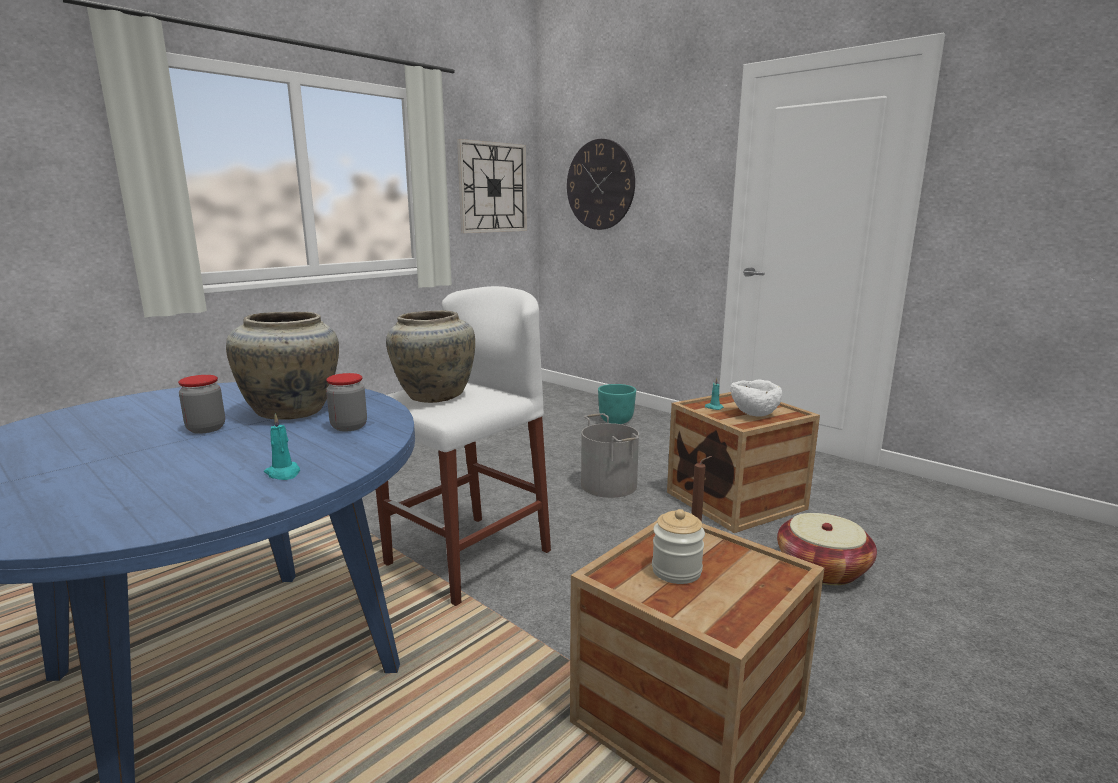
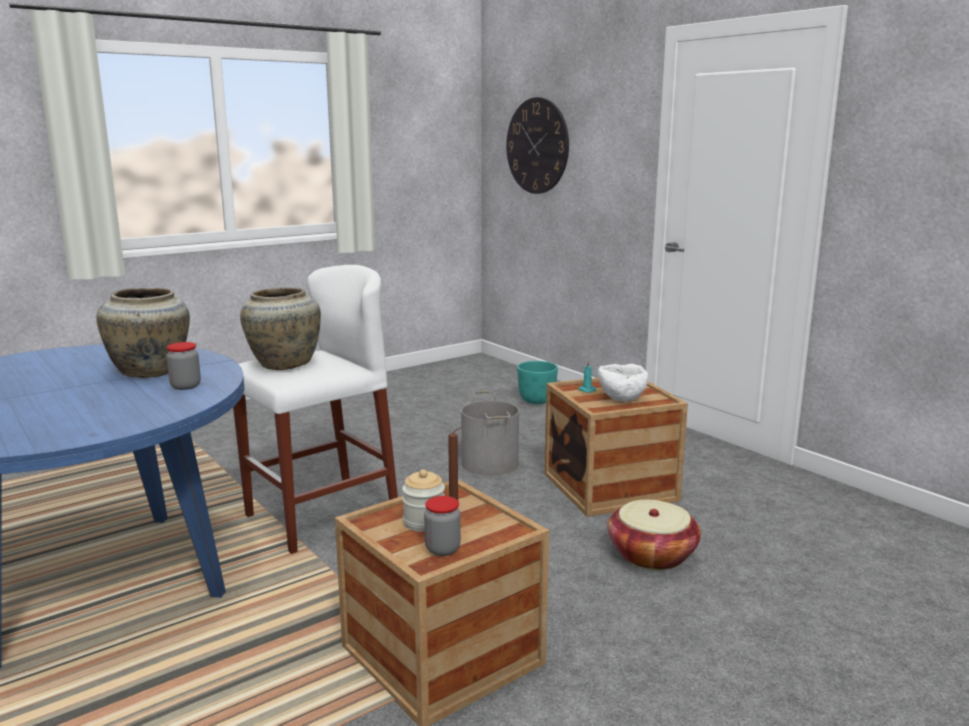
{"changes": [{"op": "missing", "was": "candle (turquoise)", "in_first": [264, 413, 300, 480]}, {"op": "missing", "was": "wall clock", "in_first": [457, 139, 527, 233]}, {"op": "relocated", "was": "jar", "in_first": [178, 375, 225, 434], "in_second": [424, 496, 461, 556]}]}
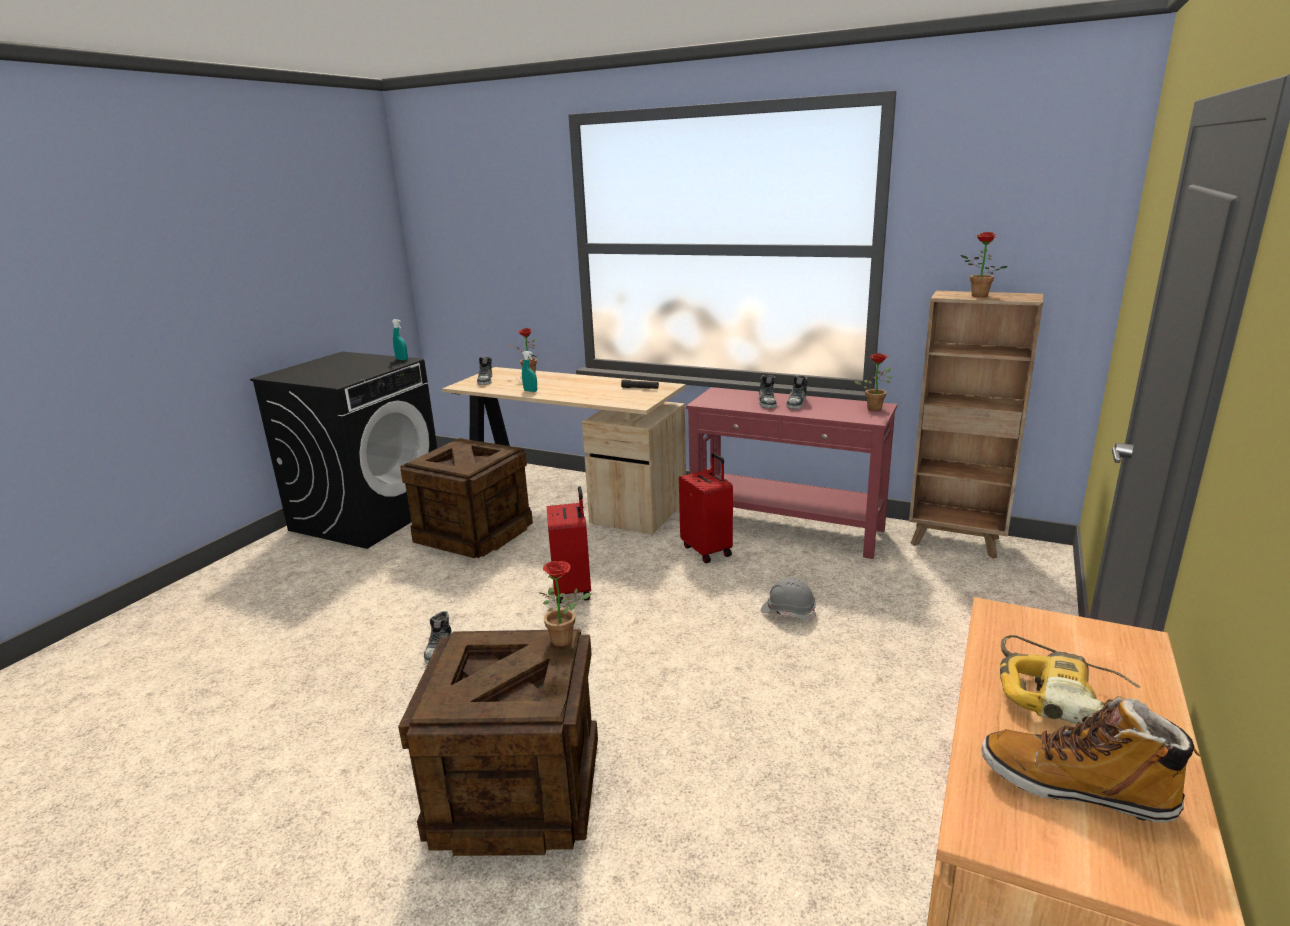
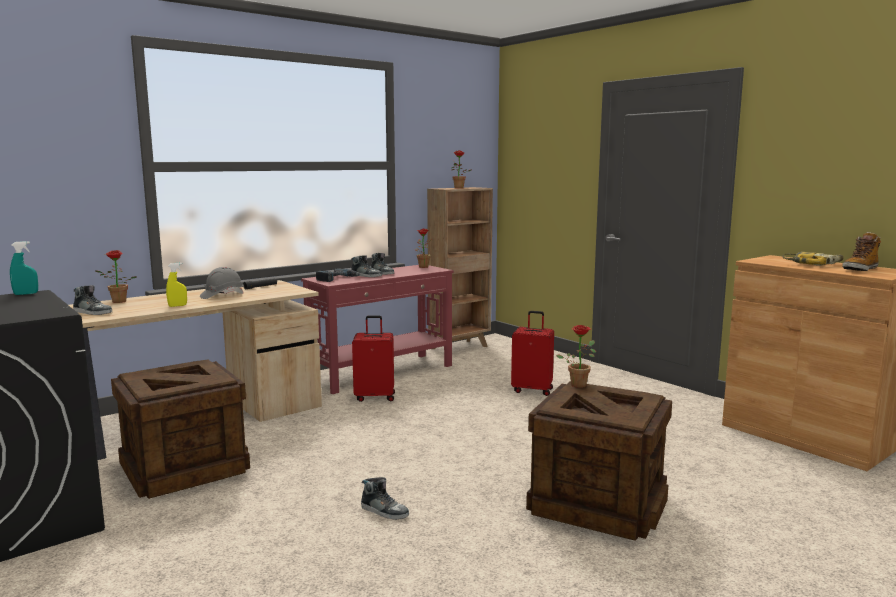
{"changes": [{"op": "appeared", "now": "power drill", "in_second": [316, 268, 360, 282]}, {"op": "relocated", "was": "suitcase (red)", "in_first": [547, 486, 591, 603], "in_second": [511, 311, 554, 396]}, {"op": "relocated", "was": "hard hat (grey)", "in_first": [761, 578, 816, 620], "in_second": [200, 267, 244, 299]}, {"op": "colour", "was": "spray bottle (turquoise)", "now": "spray bottle (yellow)", "in_first": [522, 351, 537, 392], "in_second": [166, 263, 187, 307]}]}
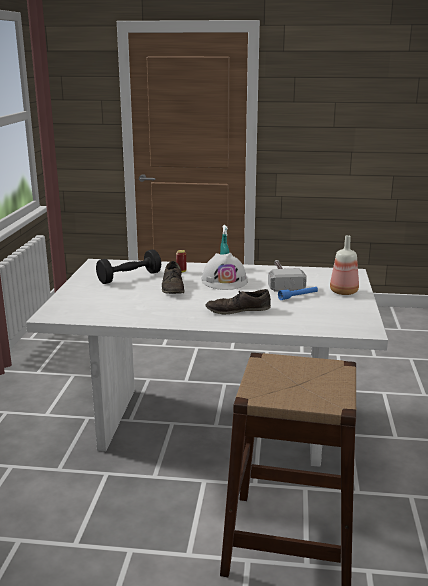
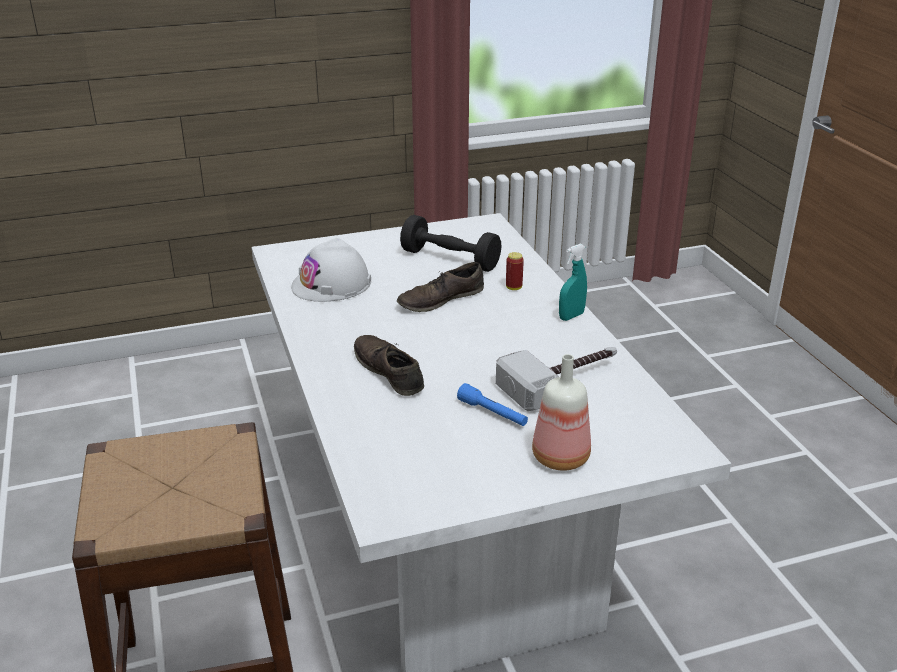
{"changes": [{"op": "relocated", "was": "hard hat (white)", "in_first": [201, 253, 248, 290], "in_second": [291, 238, 371, 302]}]}
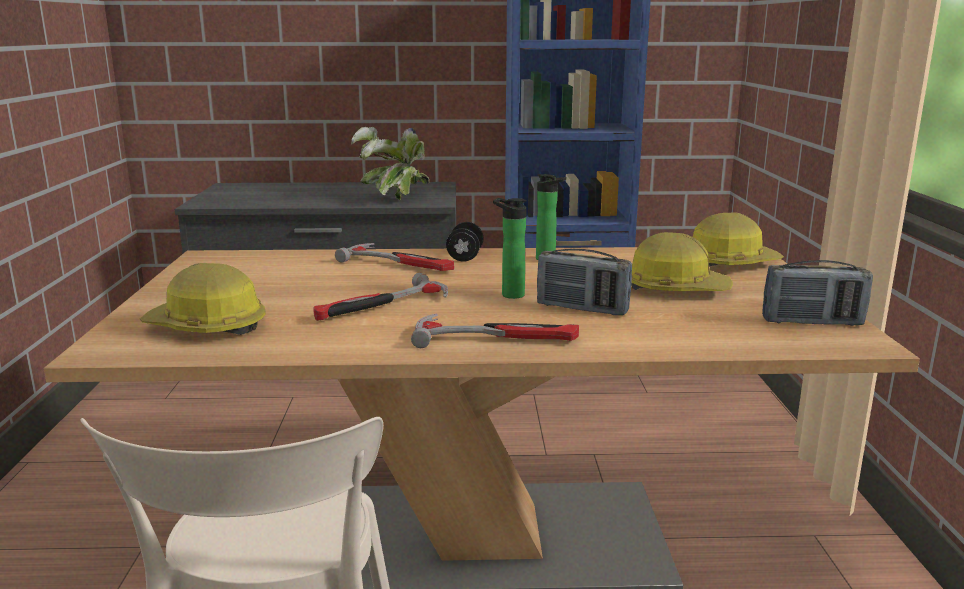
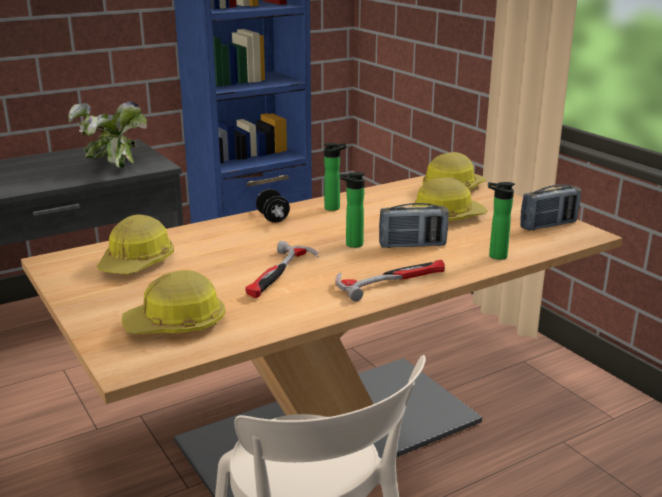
{"changes": [{"op": "missing", "was": "hammer", "in_first": [335, 243, 454, 271]}, {"op": "appeared", "now": "hard hat", "in_second": [97, 214, 174, 274]}, {"op": "appeared", "now": "bottle", "in_second": [488, 182, 515, 260]}]}
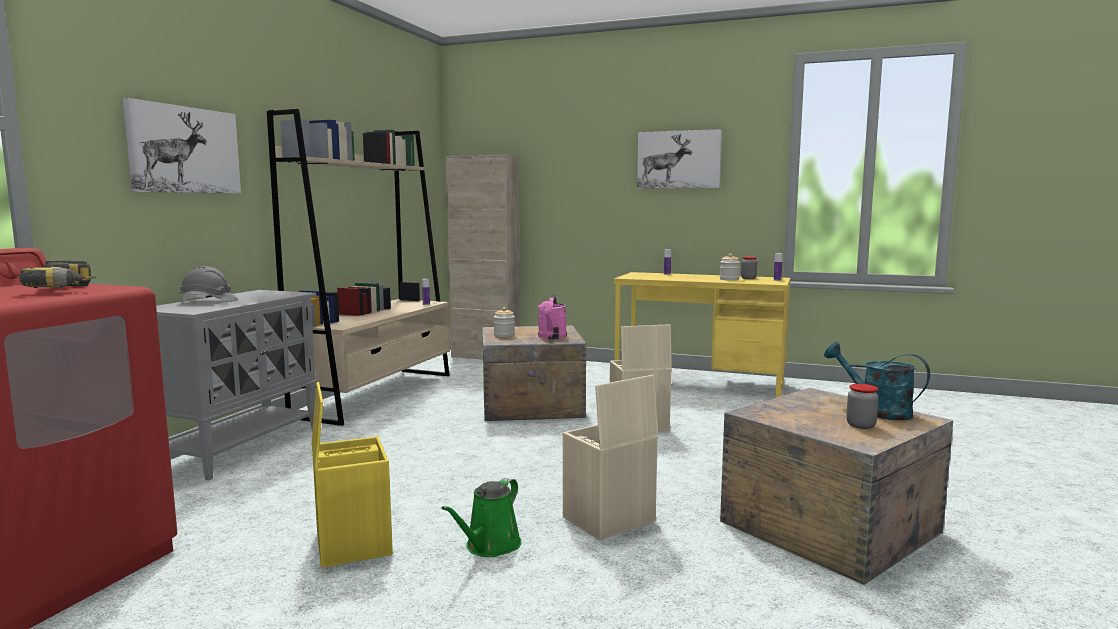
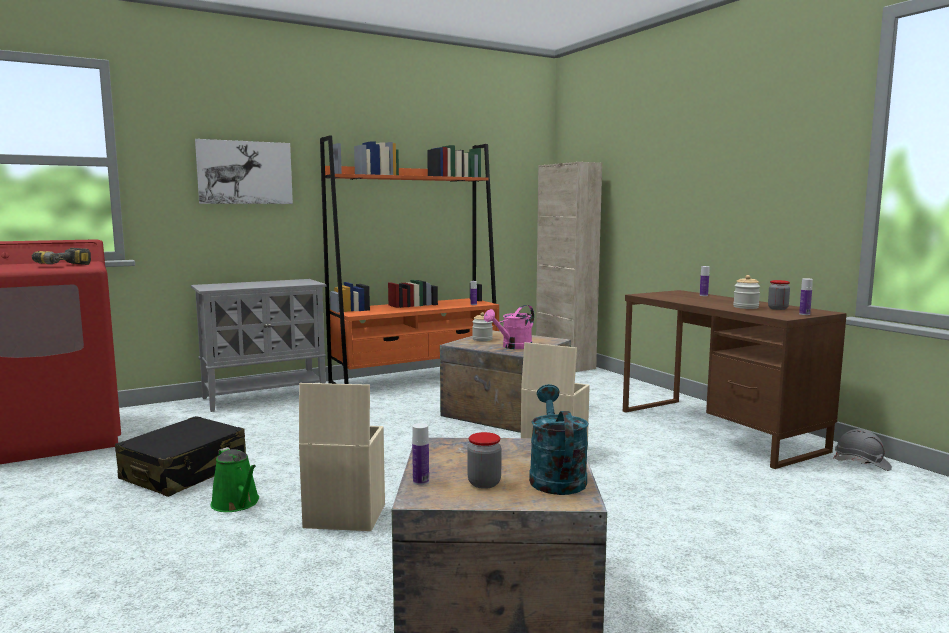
{"changes": [{"op": "missing", "was": "picture", "in_first": [637, 129, 722, 189]}, {"op": "appeared", "now": "bottle", "in_second": [412, 423, 429, 485]}, {"op": "relocated", "was": "hard hat (grey)", "in_first": [179, 266, 238, 302], "in_second": [834, 429, 892, 471]}, {"op": "exchanged", "was": "storage box (yellow)", "now": "suitcase (black)", "in_first": [311, 382, 393, 568], "in_second": [115, 416, 246, 497]}, {"op": "colour", "was": "bookcase (beige)", "now": "bookcase (orange)", "in_first": [267, 109, 450, 426], "in_second": [320, 135, 499, 384]}, {"op": "colour", "was": "desk (yellow)", "now": "desk (brown)", "in_first": [614, 272, 790, 398], "in_second": [623, 290, 847, 469]}, {"op": "spun", "was": "watering can (green)", "in_first": [441, 478, 522, 557], "in_second": [211, 447, 259, 512], "clockwise": -105}]}
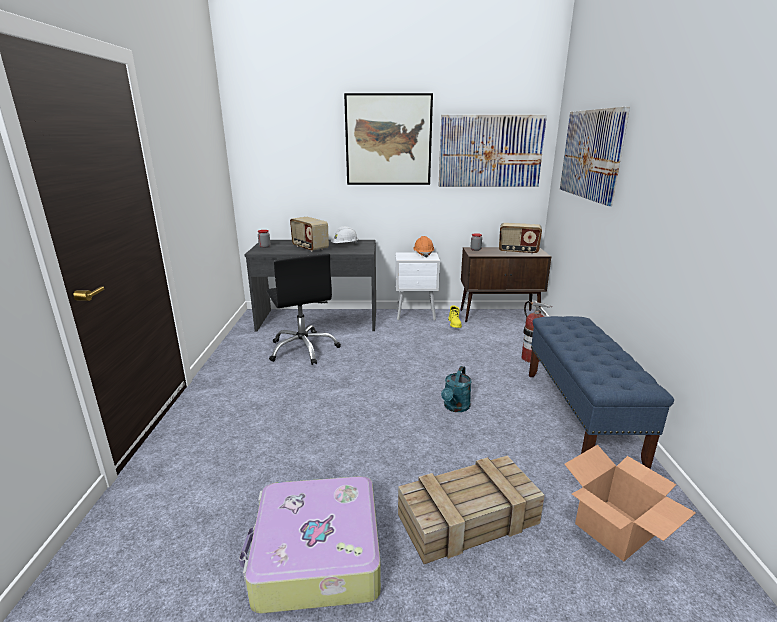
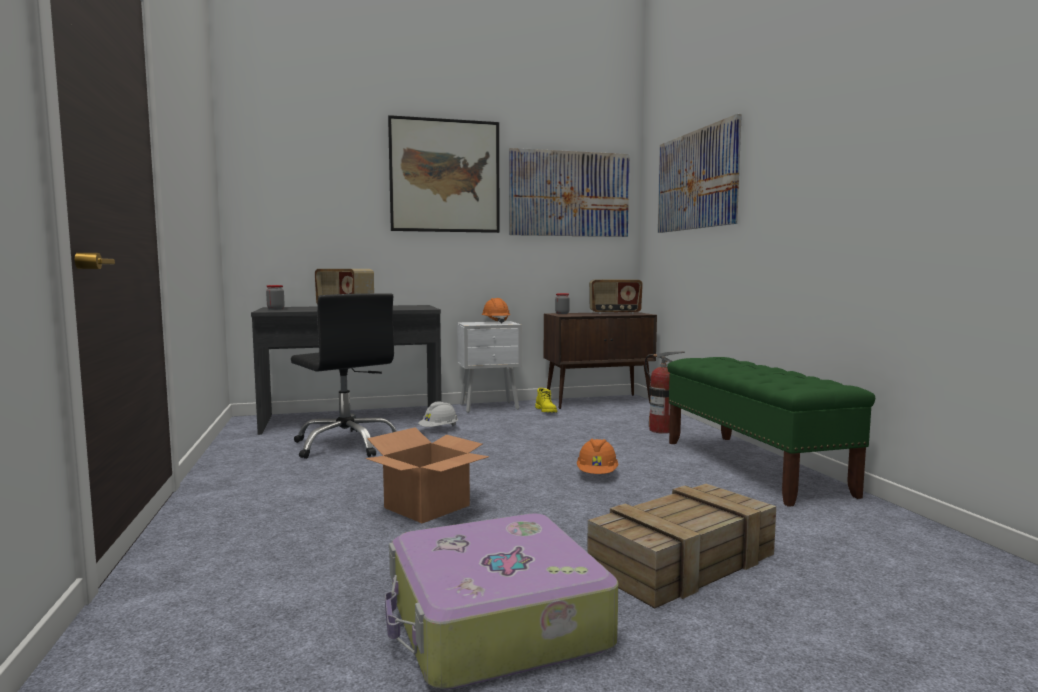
{"changes": [{"op": "relocated", "was": "hard hat (white)", "in_first": [331, 226, 358, 244], "in_second": [418, 401, 458, 427]}, {"op": "relocated", "was": "cardboard box", "in_first": [564, 445, 696, 562], "in_second": [365, 427, 489, 523]}, {"op": "exchanged", "was": "watering can (turquoise)", "now": "hard hat (orange)", "in_first": [441, 366, 472, 412], "in_second": [577, 439, 619, 474]}, {"op": "colour", "was": "bench (blue)", "now": "bench (green)", "in_first": [529, 316, 674, 469], "in_second": [667, 357, 875, 507]}]}
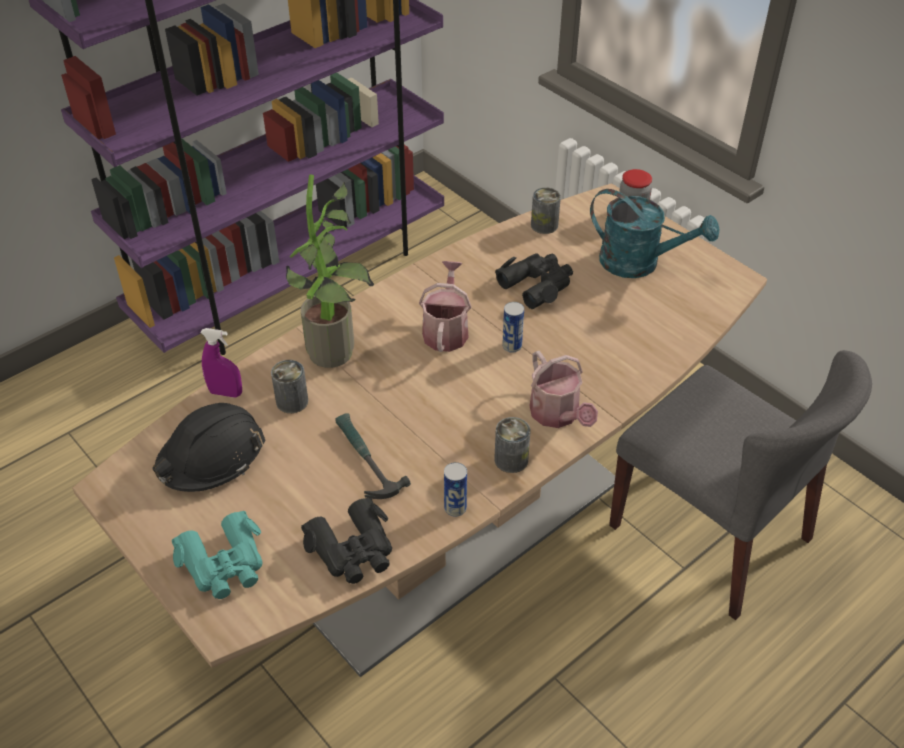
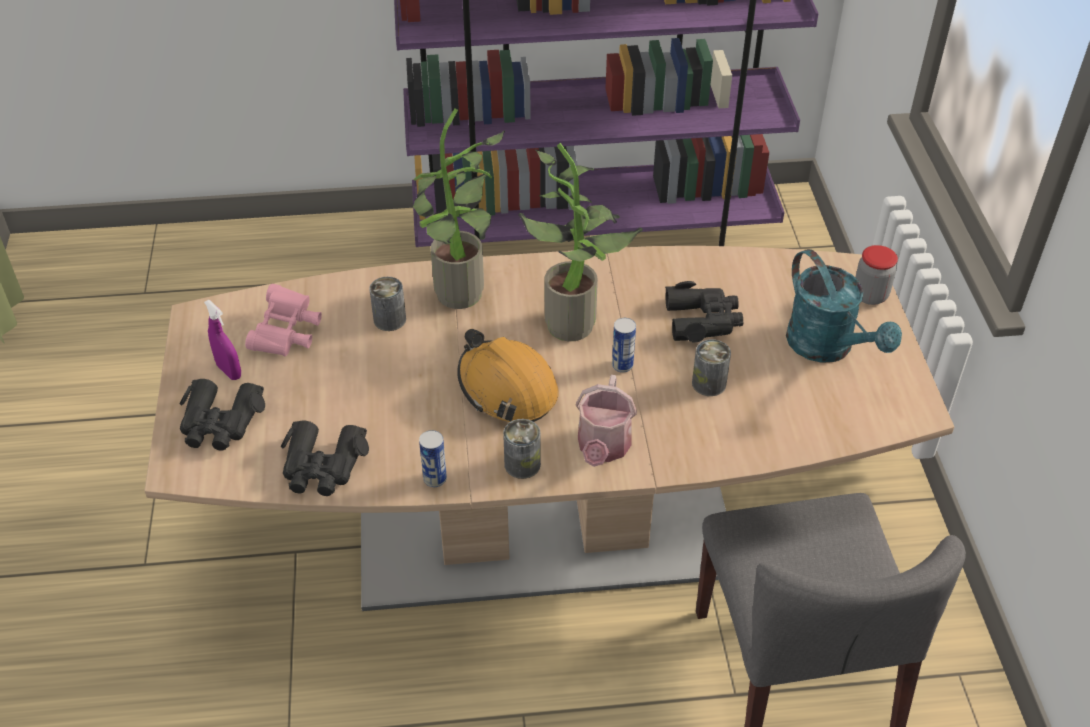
{"changes": [{"op": "missing", "was": "hammer", "in_first": [335, 413, 411, 499]}, {"op": "appeared", "now": "hard hat (orange)", "in_second": [457, 329, 559, 422]}, {"op": "relocated", "was": "spray bottle (purple)", "in_first": [200, 328, 242, 398], "in_second": [204, 300, 241, 380]}, {"op": "relocated", "was": "can", "in_first": [531, 187, 561, 234], "in_second": [692, 339, 731, 396]}, {"op": "exchanged", "was": "hard hat (black)", "now": "binoculars (pink)", "in_first": [152, 403, 266, 492], "in_second": [245, 284, 322, 357]}, {"op": "exchanged", "was": "watering can", "now": "potted plant", "in_first": [419, 261, 471, 352], "in_second": [518, 143, 643, 341]}, {"op": "colour", "was": "binoculars (turquoise)", "now": "binoculars (black)", "in_first": [172, 511, 263, 599], "in_second": [180, 379, 265, 451]}]}
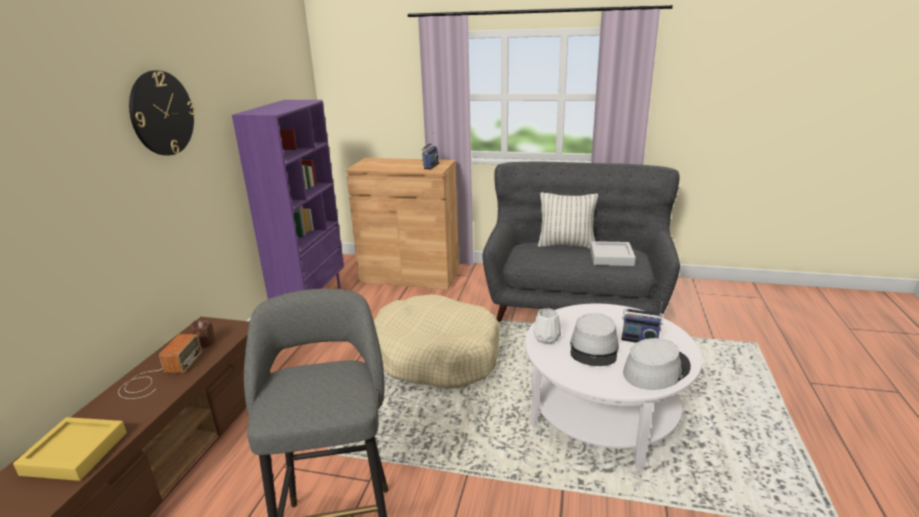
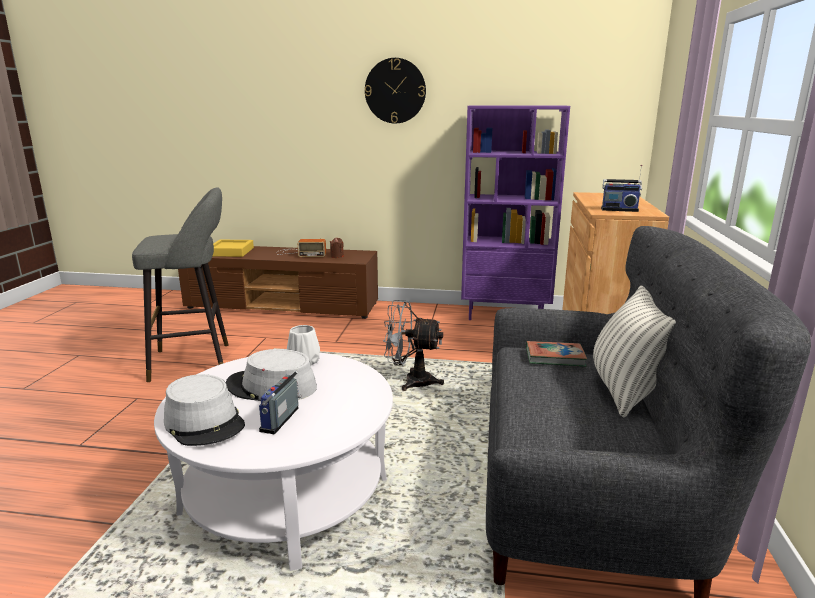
{"changes": [{"op": "missing", "was": "tray (grey)", "in_first": [590, 241, 636, 266]}, {"op": "appeared", "now": "book", "in_second": [526, 341, 587, 367]}, {"op": "exchanged", "was": "dog bed (beige)", "now": "fan (grey)", "in_first": [374, 294, 500, 388], "in_second": [383, 300, 444, 391]}]}
